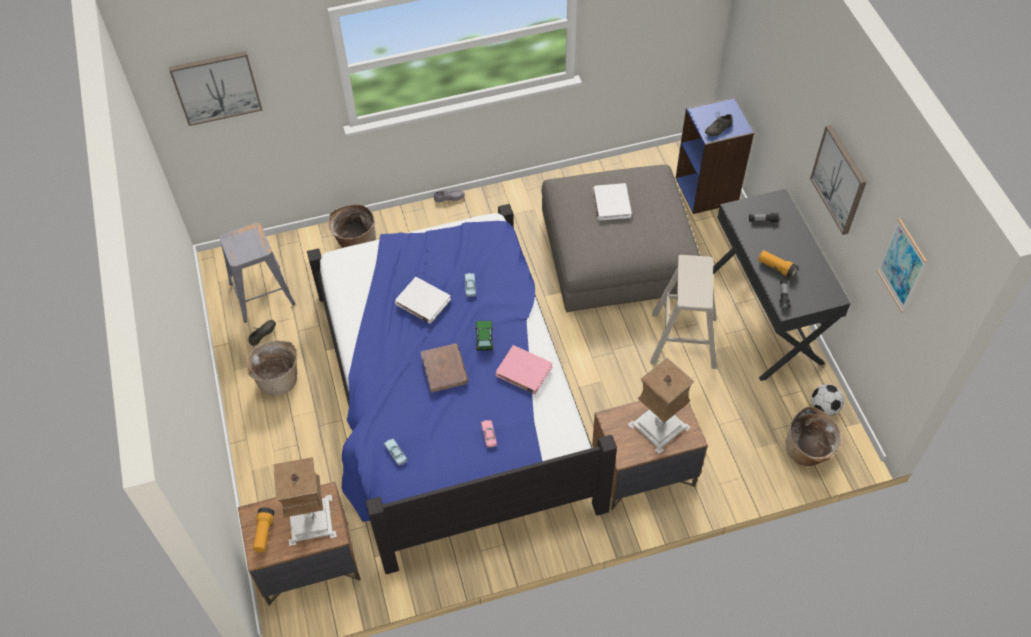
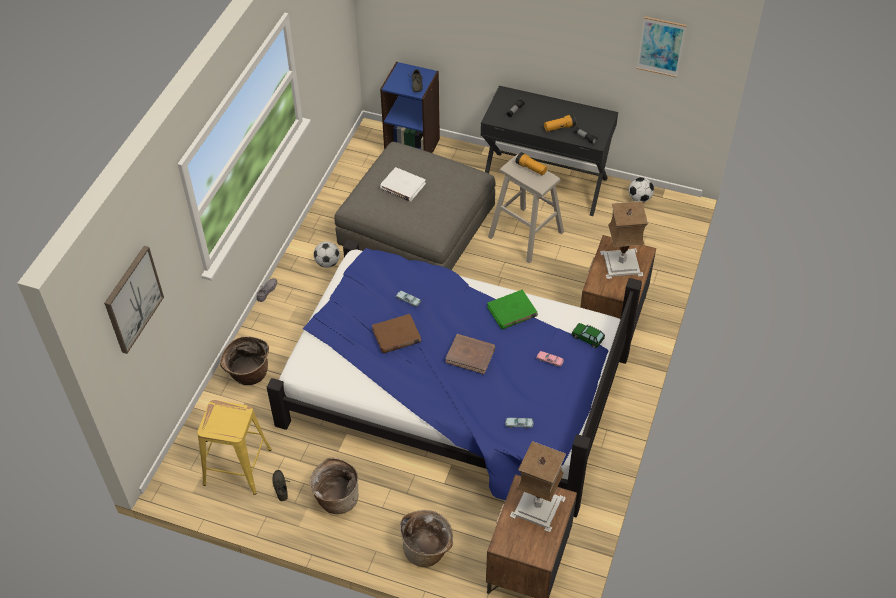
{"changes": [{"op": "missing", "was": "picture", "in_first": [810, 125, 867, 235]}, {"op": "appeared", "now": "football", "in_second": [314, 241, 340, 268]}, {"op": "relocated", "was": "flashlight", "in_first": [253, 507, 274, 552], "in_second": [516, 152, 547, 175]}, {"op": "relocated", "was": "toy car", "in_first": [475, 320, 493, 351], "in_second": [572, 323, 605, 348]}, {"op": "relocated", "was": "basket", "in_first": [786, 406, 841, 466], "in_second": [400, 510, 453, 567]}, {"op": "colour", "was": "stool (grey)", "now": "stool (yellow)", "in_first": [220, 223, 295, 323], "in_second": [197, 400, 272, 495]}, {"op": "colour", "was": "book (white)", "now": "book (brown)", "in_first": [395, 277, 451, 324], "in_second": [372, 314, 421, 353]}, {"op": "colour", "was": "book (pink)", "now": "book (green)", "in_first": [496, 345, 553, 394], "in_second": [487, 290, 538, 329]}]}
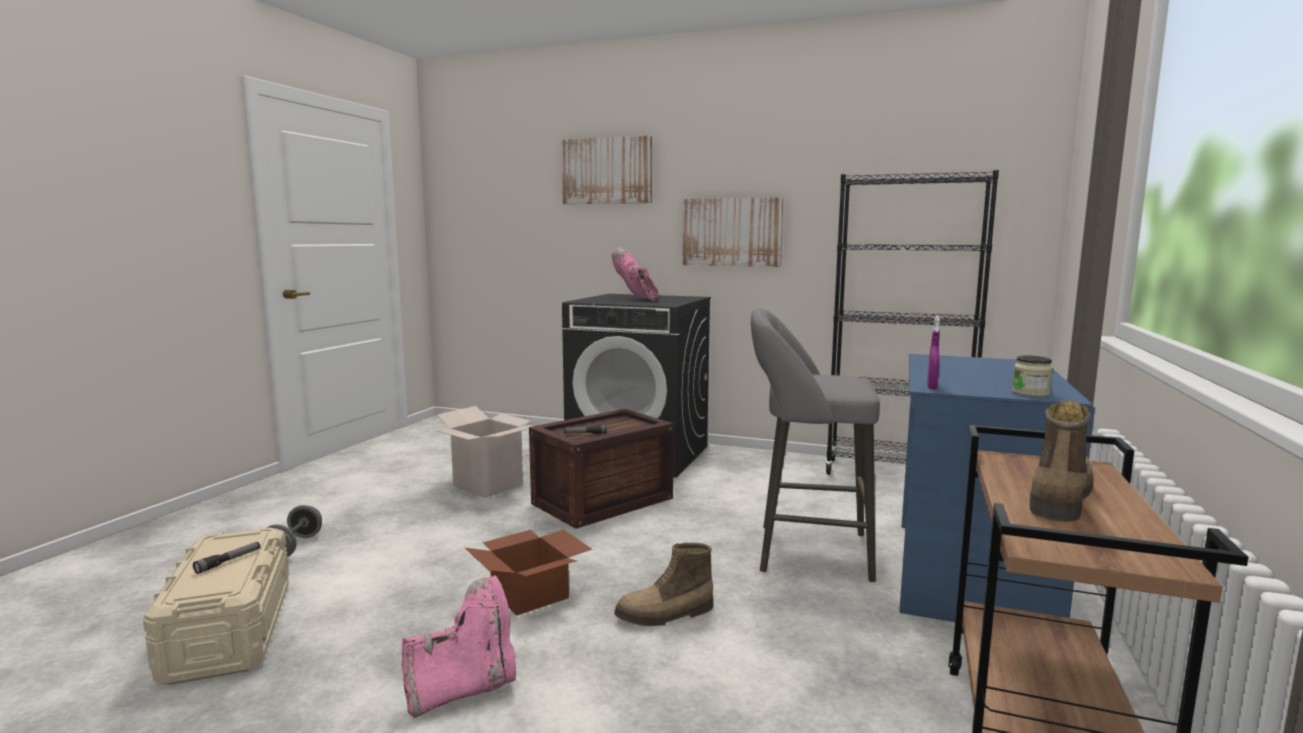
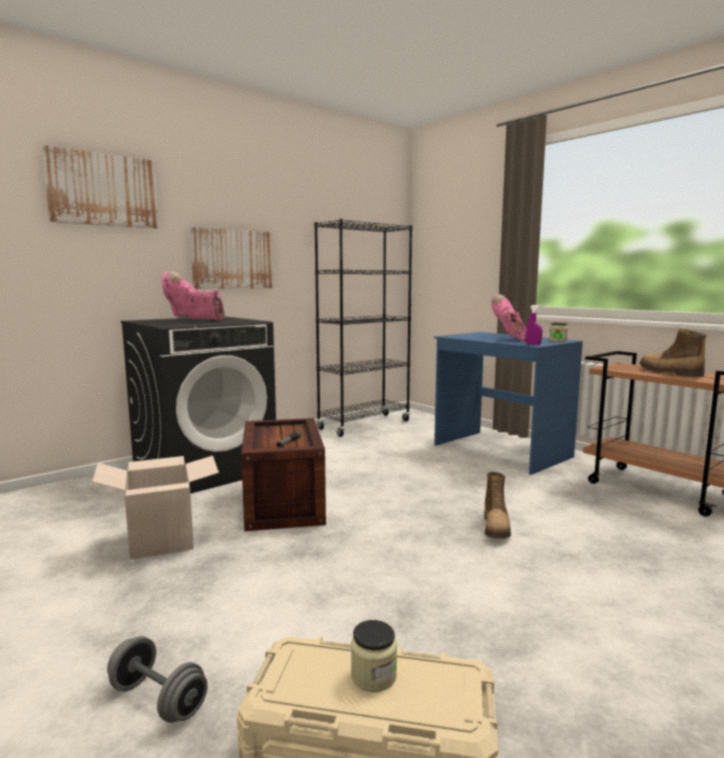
{"changes": [{"op": "missing", "was": "cardboard box", "in_first": [465, 530, 592, 616]}, {"op": "missing", "was": "stool (grey)", "in_first": [751, 308, 880, 582]}, {"op": "relocated", "was": "boot (pink)", "in_first": [401, 575, 516, 718], "in_second": [491, 294, 526, 342]}, {"op": "exchanged", "was": "flashlight", "now": "jar", "in_first": [193, 542, 260, 574], "in_second": [351, 620, 397, 692]}]}
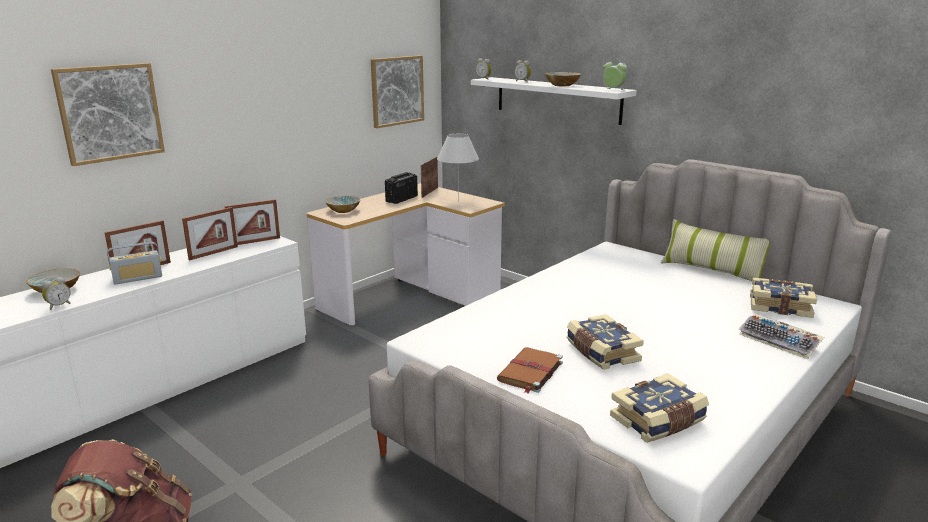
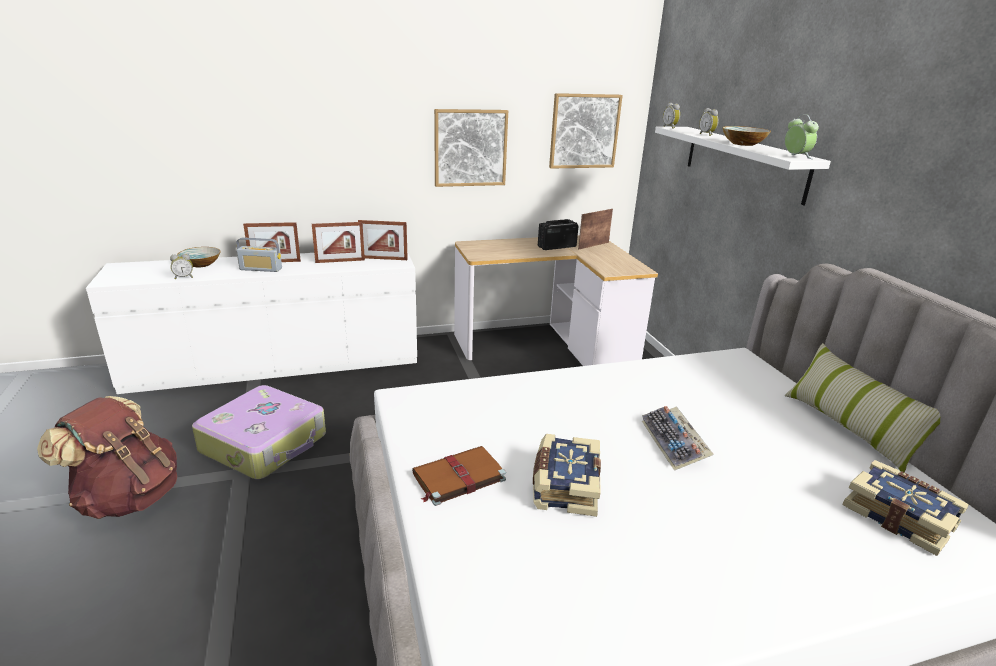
{"changes": [{"op": "missing", "was": "bowl", "in_first": [325, 196, 360, 213]}, {"op": "missing", "was": "table lamp (white)", "in_first": [437, 134, 479, 201]}, {"op": "missing", "was": "book", "in_first": [610, 373, 709, 443]}, {"op": "appeared", "now": "suitcase", "in_second": [192, 385, 326, 479]}, {"op": "relocated", "was": "picture", "in_first": [51, 63, 165, 166], "in_second": [434, 109, 508, 187]}, {"op": "relocated", "was": "keyboard", "in_first": [738, 314, 824, 359], "in_second": [642, 406, 714, 471]}]}
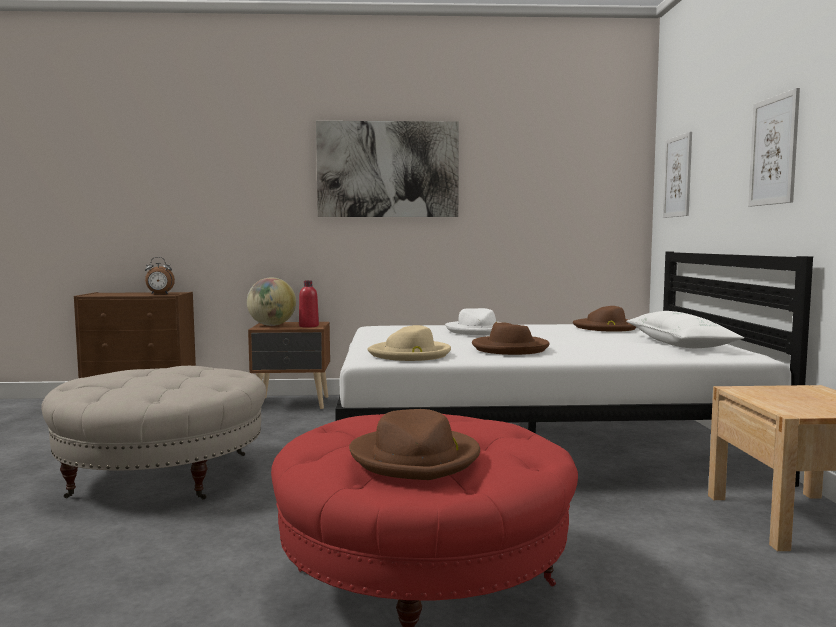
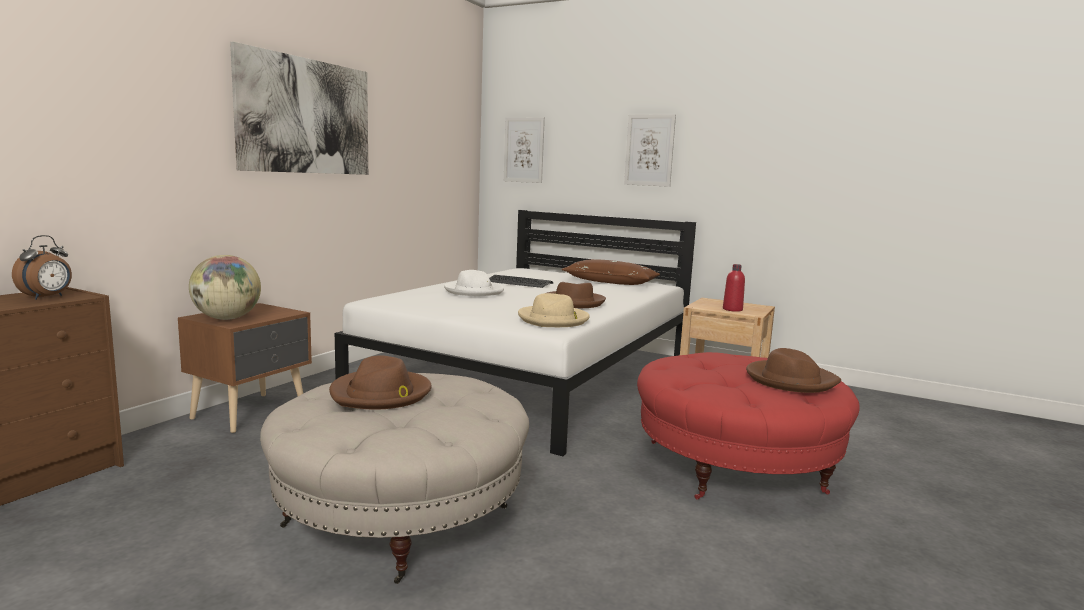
{"changes": [{"op": "appeared", "now": "keyboard", "in_second": [489, 275, 553, 288]}, {"op": "relocated", "was": "bottle (red)", "in_first": [299, 280, 319, 328], "in_second": [723, 264, 745, 312]}, {"op": "relocated", "was": "hat (brown)", "in_first": [573, 306, 637, 332], "in_second": [329, 355, 432, 410]}, {"op": "colour", "was": "pillow (white)", "now": "pillow (brown)", "in_first": [626, 311, 744, 348], "in_second": [561, 259, 660, 285]}]}
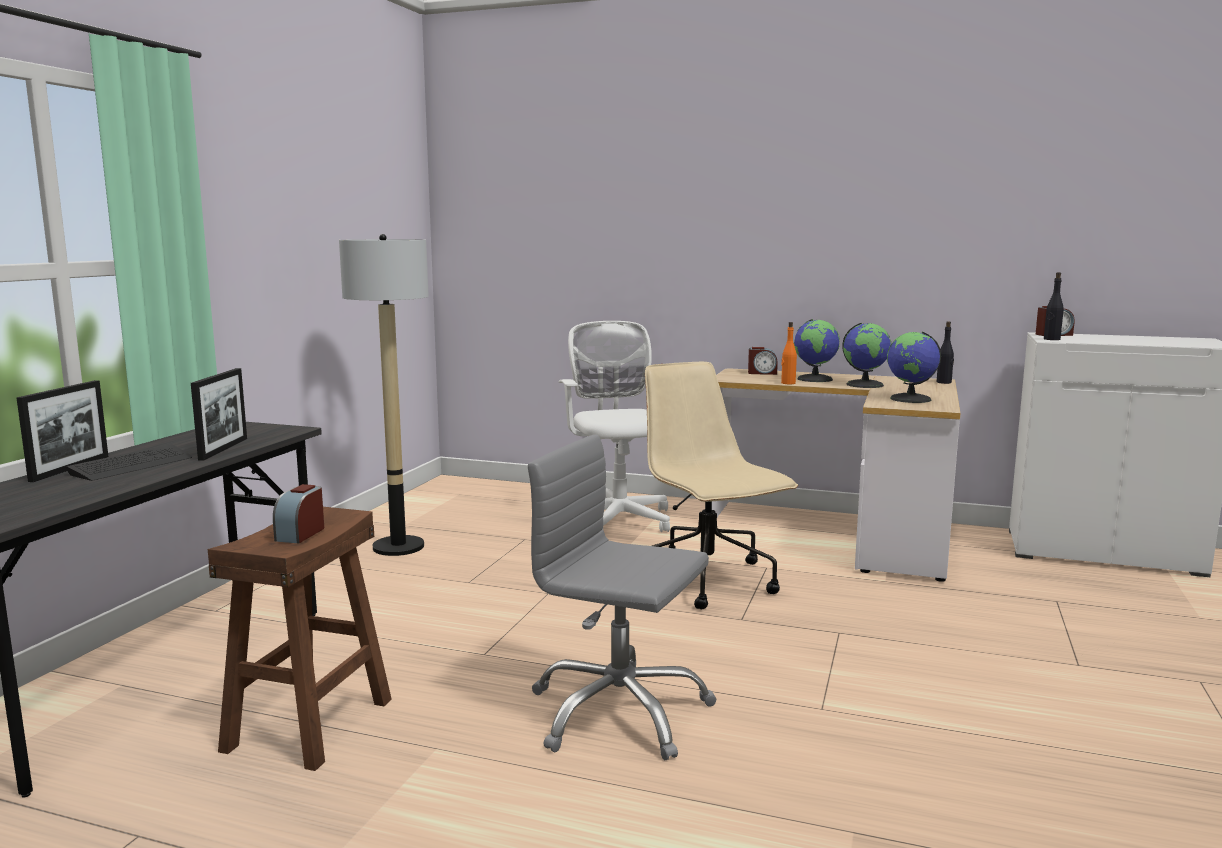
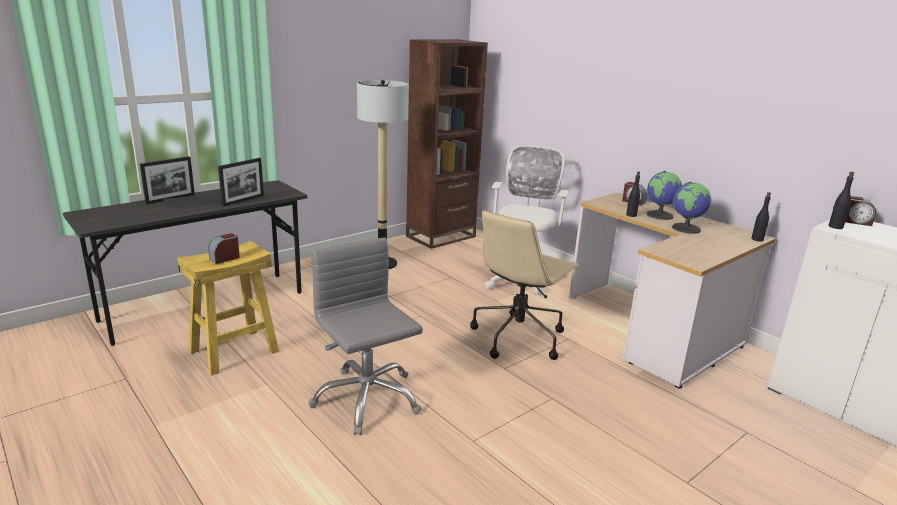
{"changes": [{"op": "missing", "was": "globe", "in_first": [887, 332, 941, 403]}, {"op": "appeared", "now": "bookcase (brown)", "in_second": [406, 40, 488, 249]}, {"op": "colour", "was": "stool (brown)", "now": "stool (yellow)", "in_first": [208, 507, 392, 771], "in_second": [177, 241, 279, 376]}, {"op": "colour", "was": "bottle (orange)", "now": "bottle (black)", "in_first": [781, 322, 797, 384], "in_second": [626, 171, 640, 217]}, {"op": "spun", "was": "office chair (beige)", "in_first": [645, 362, 798, 609], "in_second": [470, 210, 579, 360], "clockwise": -150}]}
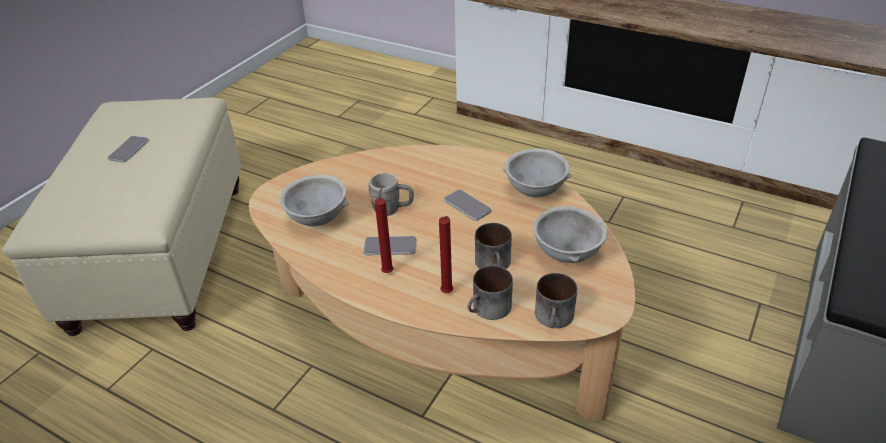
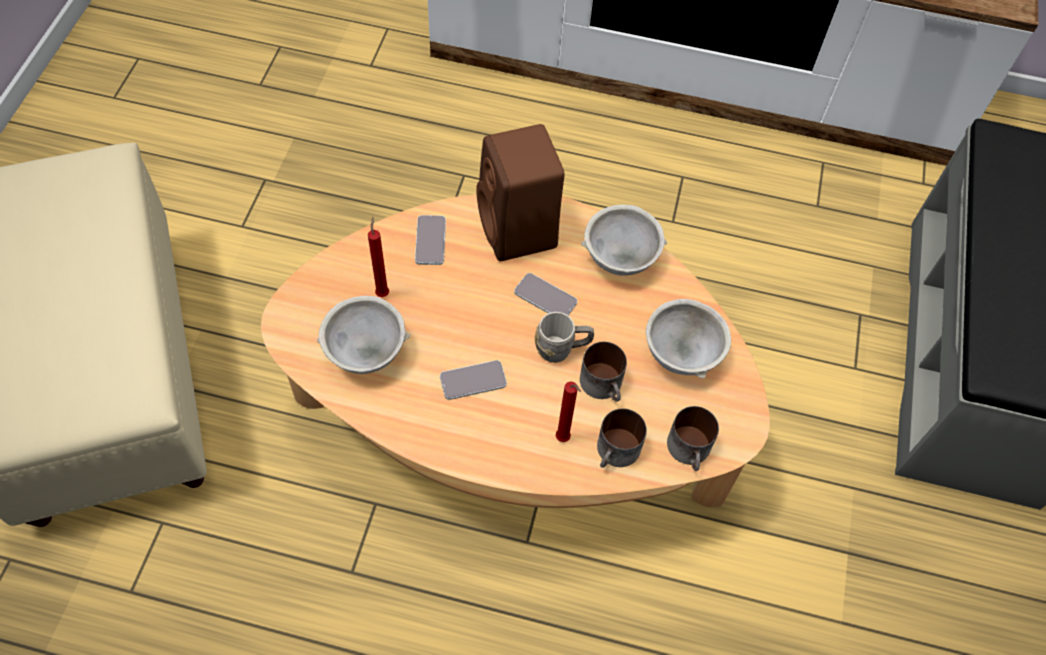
{"changes": [{"op": "appeared", "now": "speaker (brown)", "in_second": [476, 124, 565, 261]}, {"op": "relocated", "was": "phone", "in_first": [107, 136, 149, 162], "in_second": [415, 215, 446, 265]}, {"op": "relocated", "was": "mug (grey)", "in_first": [368, 173, 414, 216], "in_second": [535, 312, 594, 363]}, {"op": "relocated", "was": "candle (red)", "in_first": [375, 186, 394, 273], "in_second": [368, 217, 389, 297]}]}
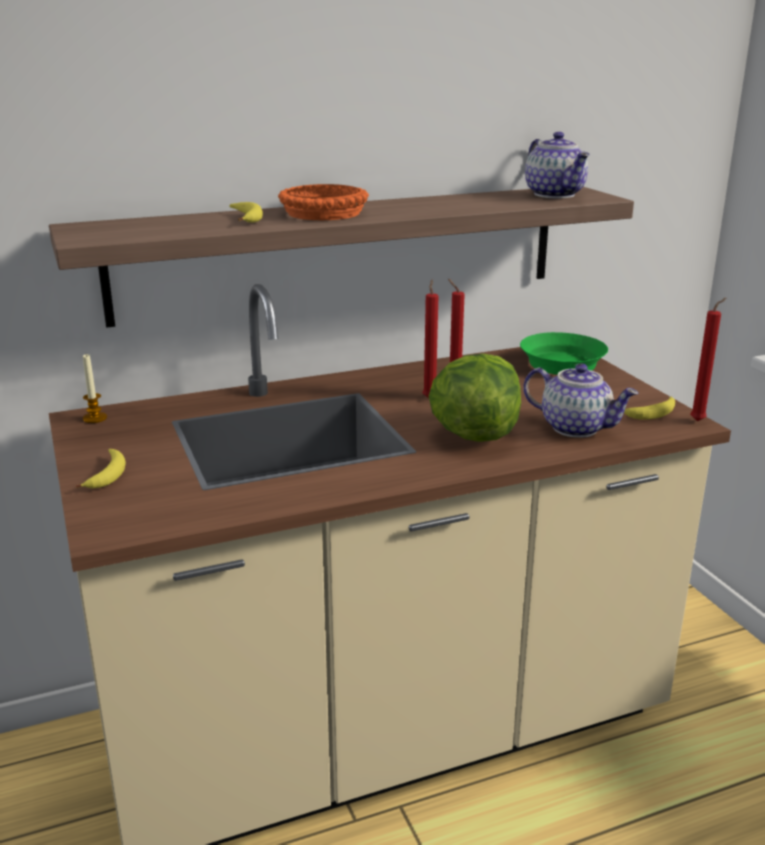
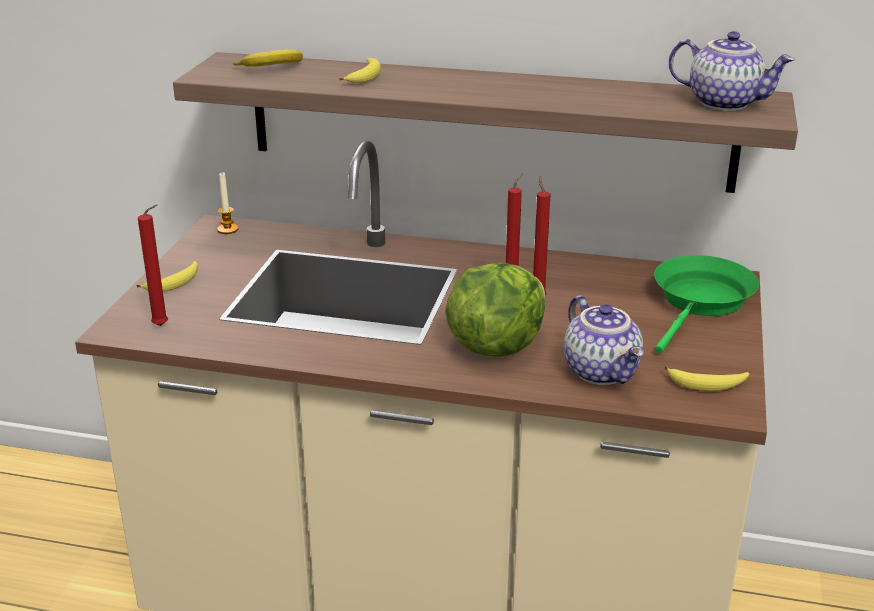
{"changes": [{"op": "missing", "was": "bowl (orange)", "in_first": [278, 184, 369, 220]}, {"op": "appeared", "now": "banana", "in_second": [233, 50, 303, 67]}, {"op": "relocated", "was": "candle (red)", "in_first": [690, 298, 726, 421], "in_second": [138, 204, 168, 326]}, {"op": "spun", "was": "teapot", "in_first": [525, 132, 590, 199], "in_second": [669, 31, 795, 111], "clockwise": -75}]}
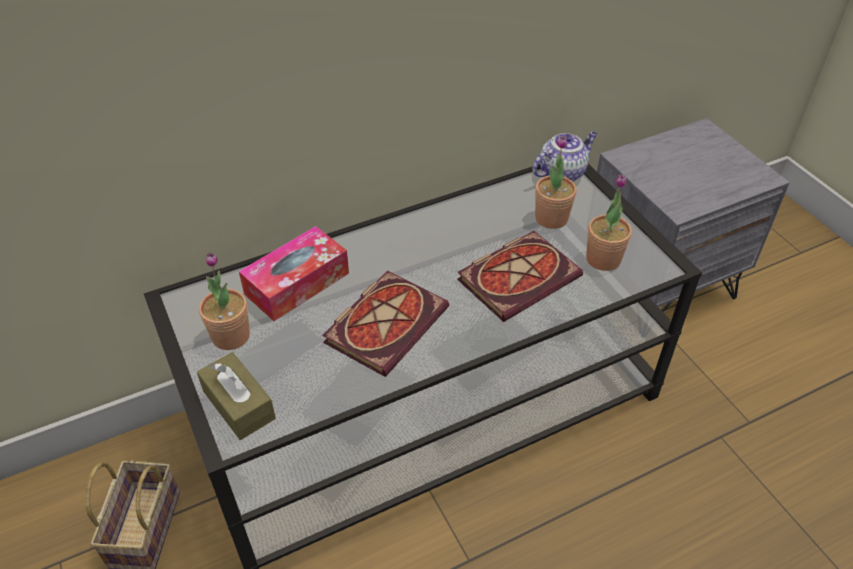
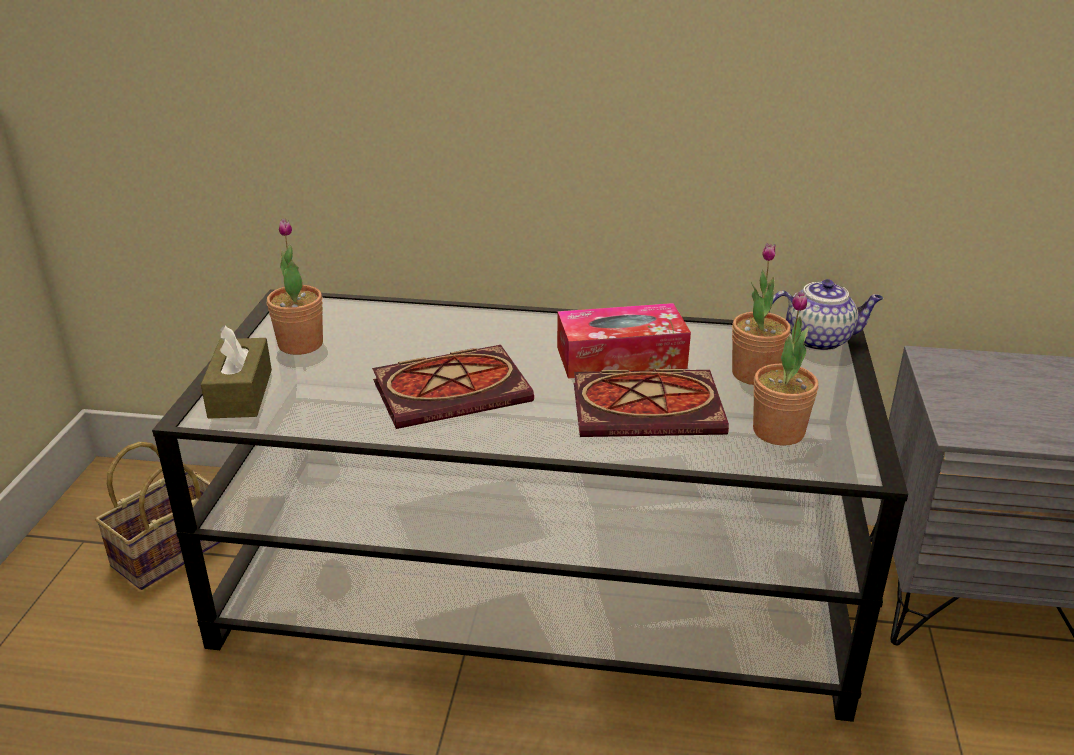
{"changes": [{"op": "relocated", "was": "tissue box", "in_first": [239, 226, 349, 321], "in_second": [557, 303, 691, 379]}]}
